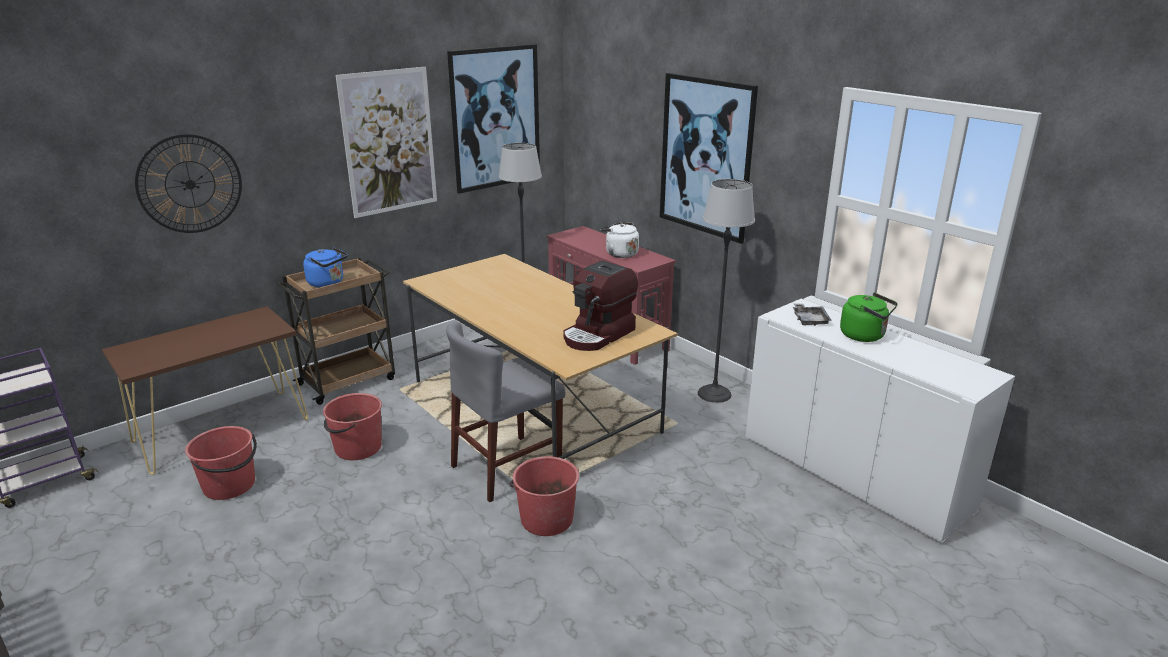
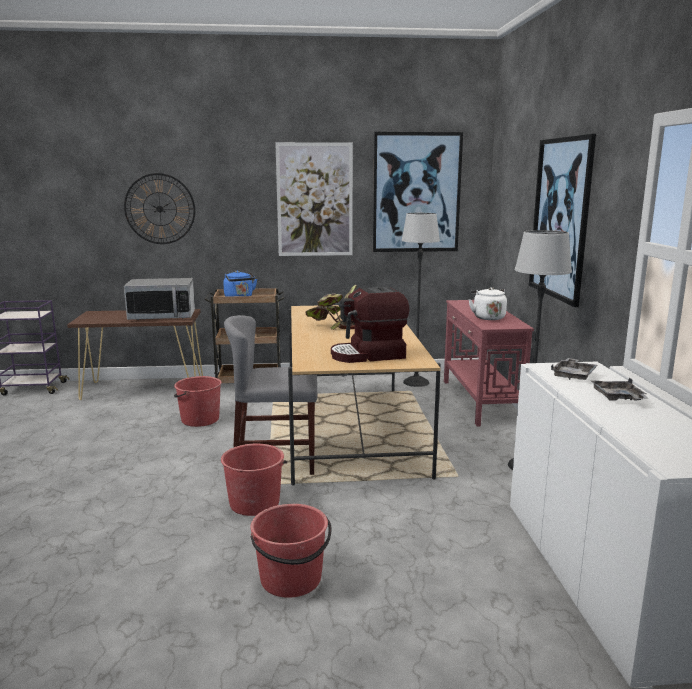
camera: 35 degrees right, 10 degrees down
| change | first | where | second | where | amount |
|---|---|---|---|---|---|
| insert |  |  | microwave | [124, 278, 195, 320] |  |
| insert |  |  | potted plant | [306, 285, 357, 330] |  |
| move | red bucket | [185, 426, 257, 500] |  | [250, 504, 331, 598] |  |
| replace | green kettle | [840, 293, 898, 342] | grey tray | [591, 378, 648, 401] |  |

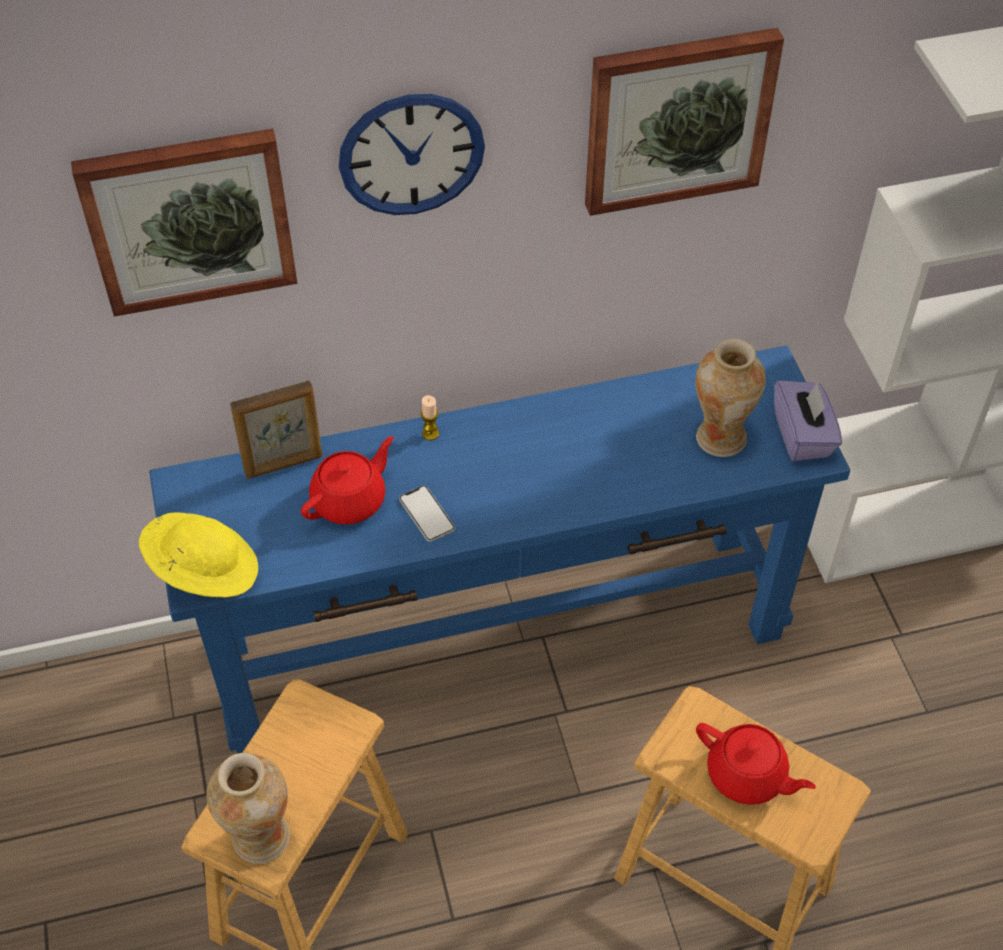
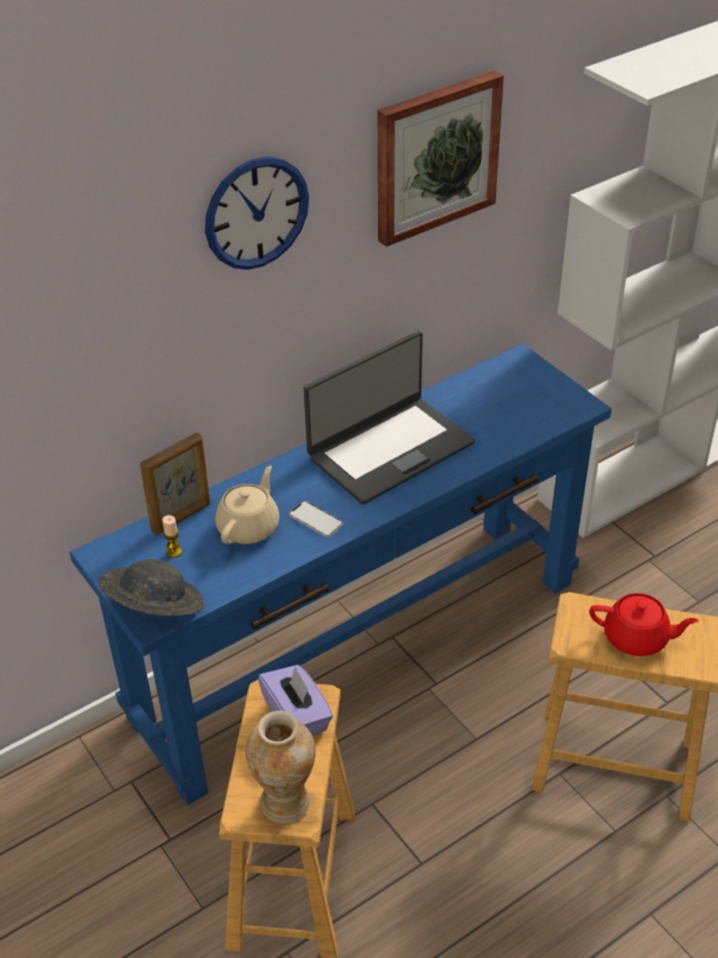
camera: 20 degrees left, 10 degrees down
| change | first | where | second | where | amount |
|---|---|---|---|---|---|
| delete | picture | [71, 129, 298, 317] |  |  |  |
| delete | vase | [695, 339, 766, 457] |  |  |  |
| insert |  |  | laptop | [304, 331, 475, 505] |  |
| move | candle | [421, 395, 439, 440] |  | [163, 515, 182, 558] |  |
| move | purple tissue box | [774, 381, 842, 461] |  | [258, 665, 333, 736] |  |
| recolor | yellow hat | [139, 513, 258, 598] | grey hat | [99, 559, 204, 616] |  |
| recolor | red teapot | [301, 436, 394, 524] | beige teapot | [215, 466, 280, 544] |  |

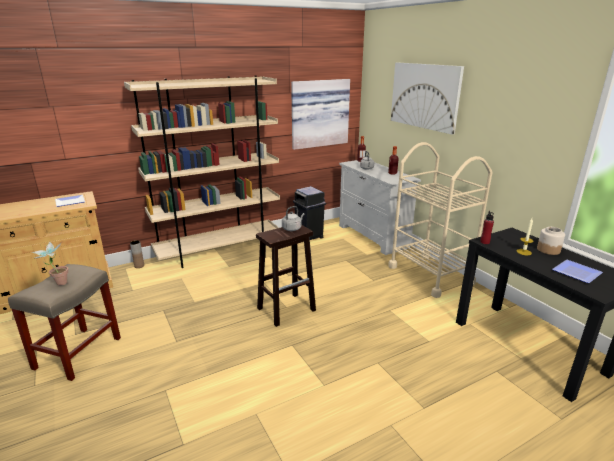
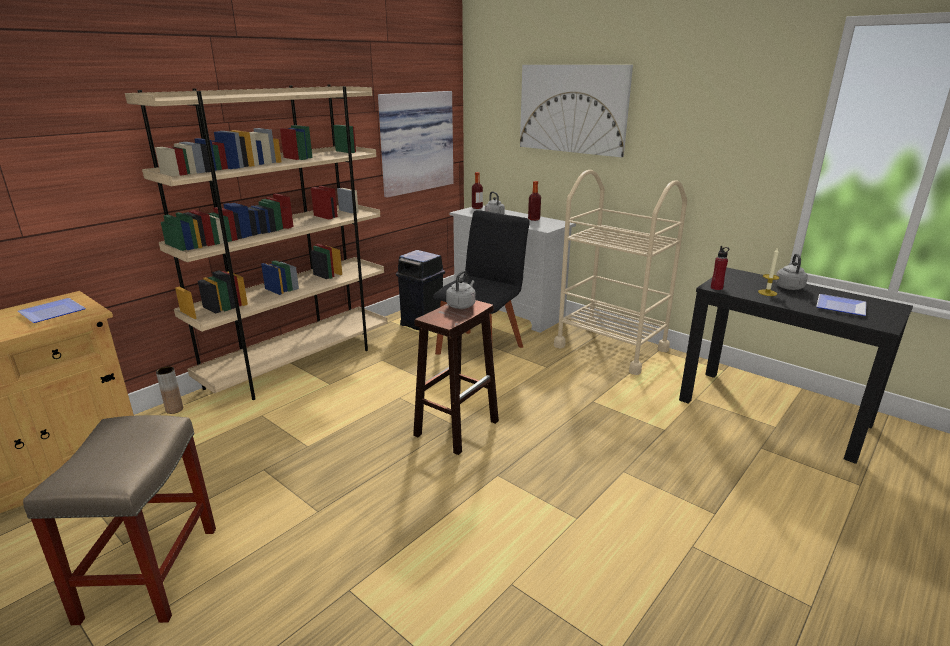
camera: 20 degrees left, 0 degrees up
| change | first | where | second | where | amount |
|---|---|---|---|---|---|
| delete | potted plant | [32, 242, 68, 286] |  |  |  |
| insert |  |  | black chair | [433, 210, 530, 355] |  |
| replace | jar | [537, 227, 565, 255] | grey kettle | [775, 254, 808, 290] |  |

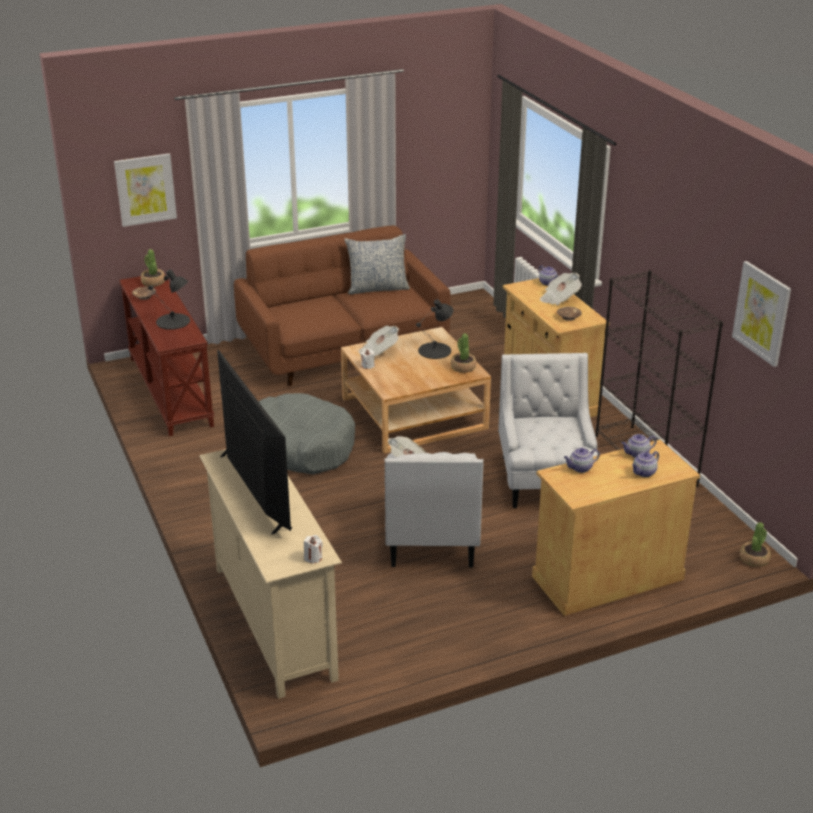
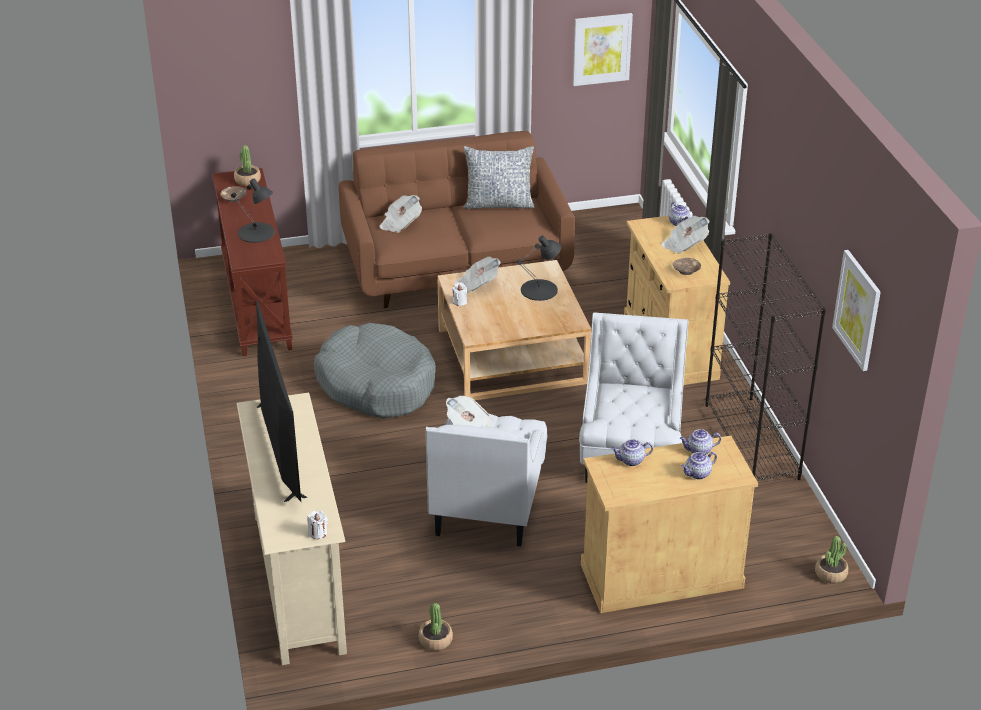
camera: 10 degrees right, 5 degrees up
| change | first | where | second | where | amount |
|---|---|---|---|---|---|
| insert |  |  | newspaper | [379, 195, 422, 233] |  |
| move | picture | [114, 153, 177, 227] |  | [573, 13, 633, 86] |  |
| move | potted plant | [451, 333, 476, 373] |  | [419, 603, 453, 651] |  |

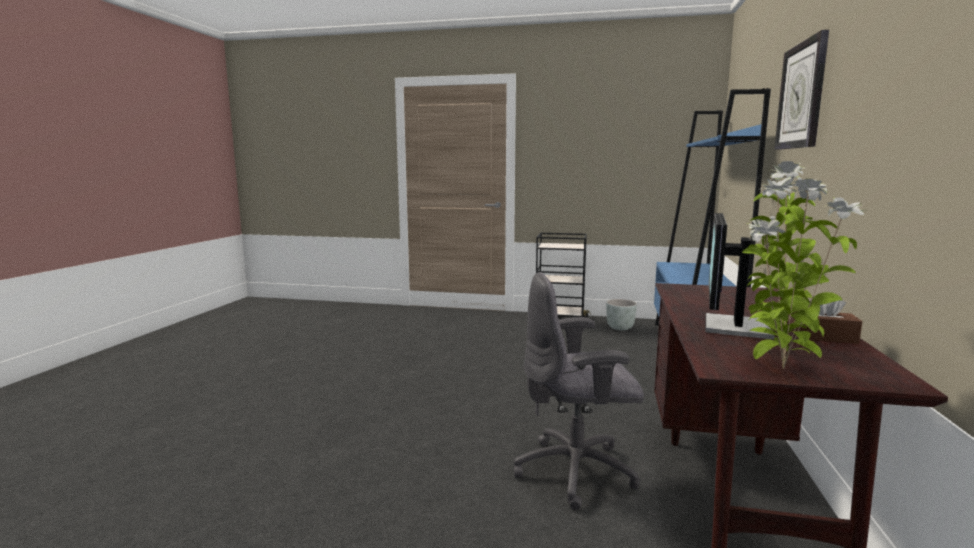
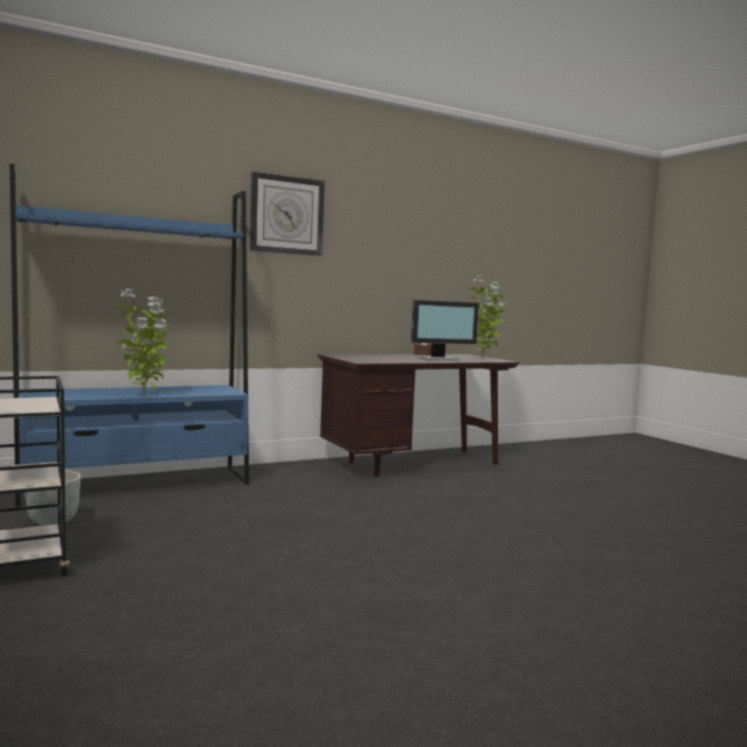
camera: 130 degrees left, 5 degrees down
| change | first | where | second | where | amount |
|---|---|---|---|---|---|
| delete | grey office chair | [514, 272, 644, 510] |  |  |  |
| insert |  |  | potted plant | [113, 288, 170, 394] |  |

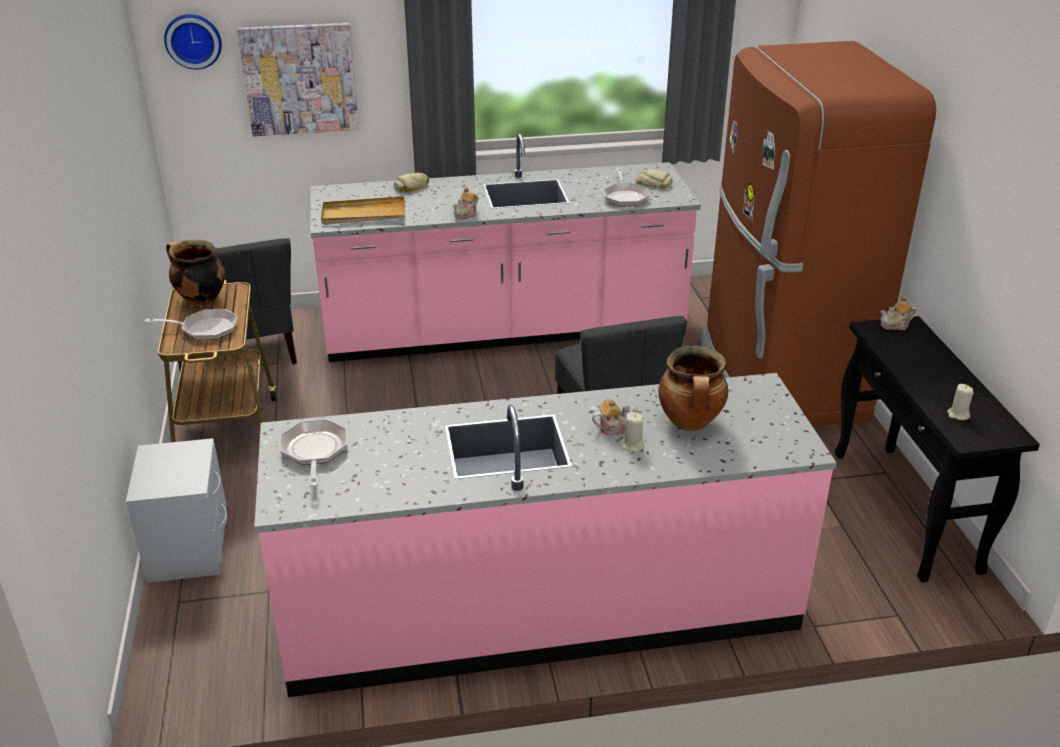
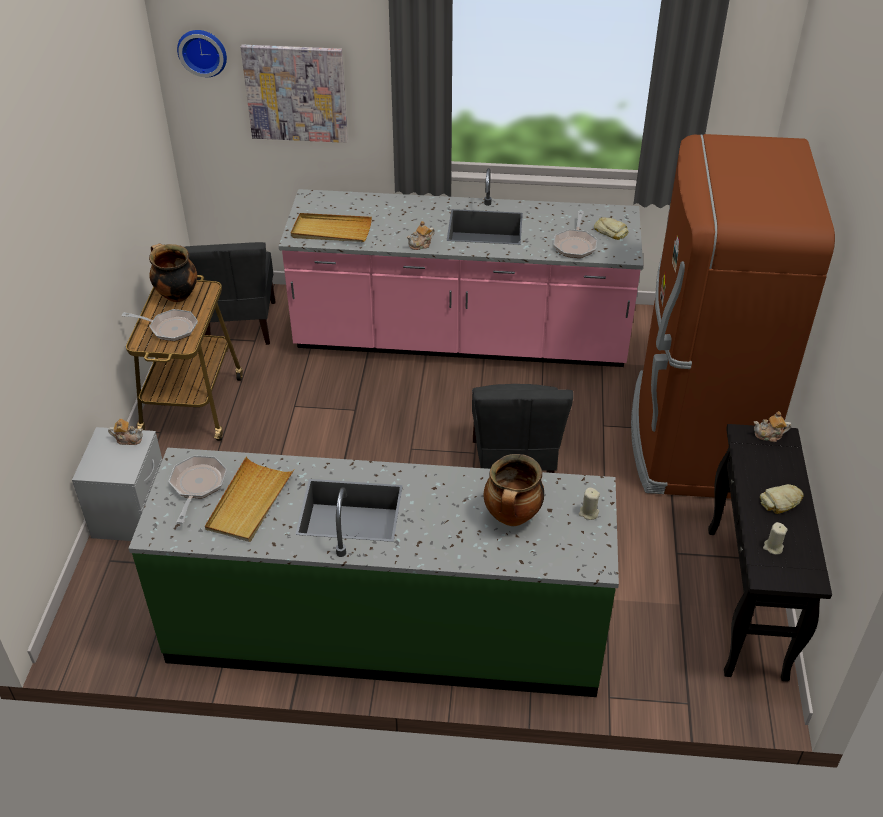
camera: 15 degrees right, 10 degrees up
| change | first | where | second | where | amount |
|---|---|---|---|---|---|
| insert |  |  | beige tray | [205, 456, 295, 542] |  |
| move | bread | [394, 173, 429, 193] |  | [760, 484, 803, 514] |  |
| move | teapot | [592, 399, 640, 435] |  | [108, 419, 143, 445] |  |
| move | beige candle | [621, 412, 644, 452] |  | [579, 487, 600, 520] |  |
| recolor | pink counter | [254, 373, 837, 697] | green counter | [128, 448, 619, 697] |  |

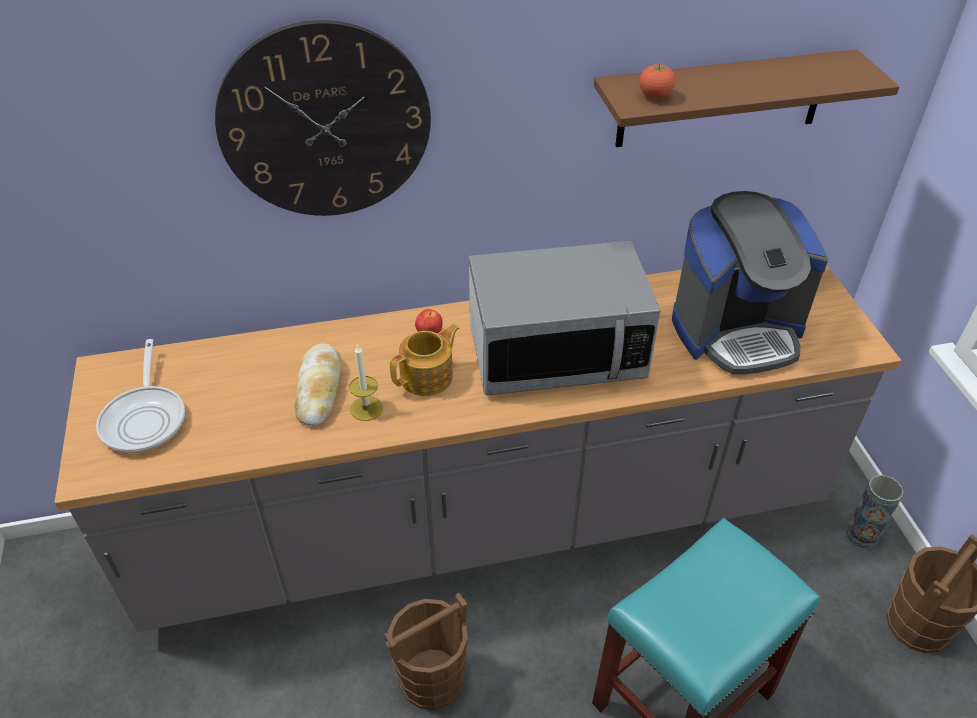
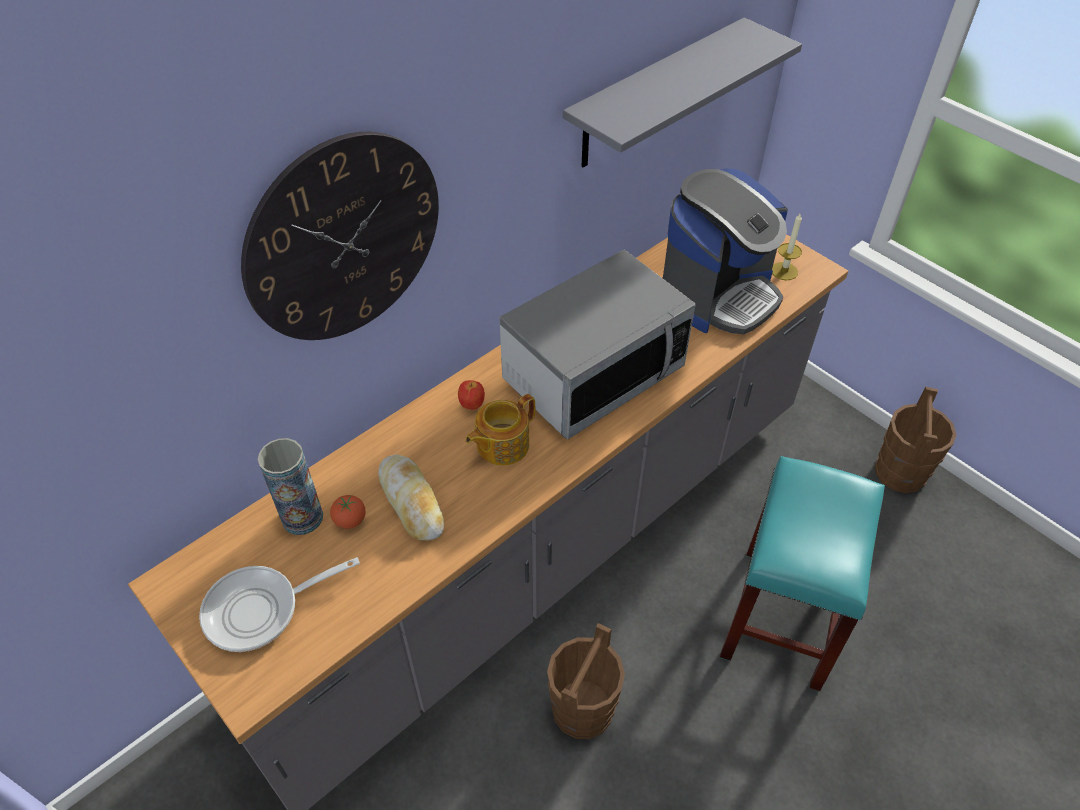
camera: 30 degrees left, 5 degrees up
| change | first | where | second | where | amount |
|---|---|---|---|---|---|
| move | candle | [349, 344, 383, 421] |  | [772, 212, 802, 280] |  |
| move | tomato | [639, 63, 676, 99] |  | [330, 495, 366, 529] |  |
| move | vase | [846, 475, 904, 548] |  | [258, 438, 323, 535] |  |
| recolor | brown shelf | [594, 49, 899, 147] | grey shelf | [563, 17, 802, 168] |  |
| rotate | frying pan | [96, 339, 185, 453] |  | [199, 557, 360, 652] | 105 degrees clockwise |
| rotate | teapot | [390, 324, 460, 396] |  | [466, 394, 535, 466] | 150 degrees counterclockwise |

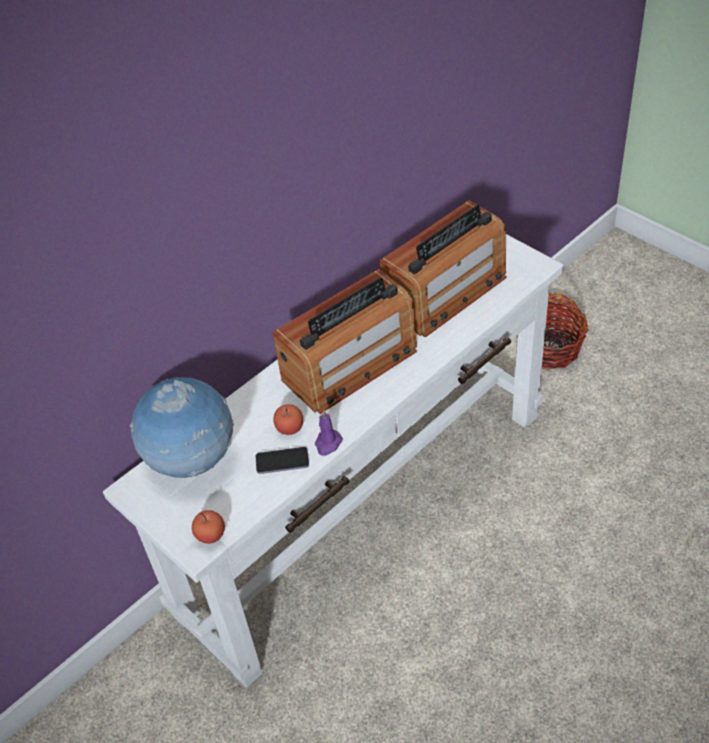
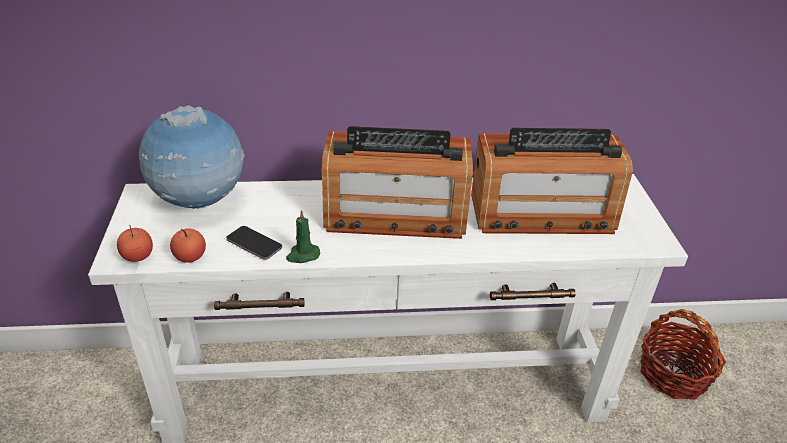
camera: 35 degrees right, 10 degrees down
| change | first | where | second | where | amount |
|---|---|---|---|---|---|
| move | apple | [273, 404, 303, 435] |  | [170, 229, 206, 263] |  |
| recolor | purple candle | [315, 410, 343, 456] | green candle | [286, 210, 320, 263] |  |

